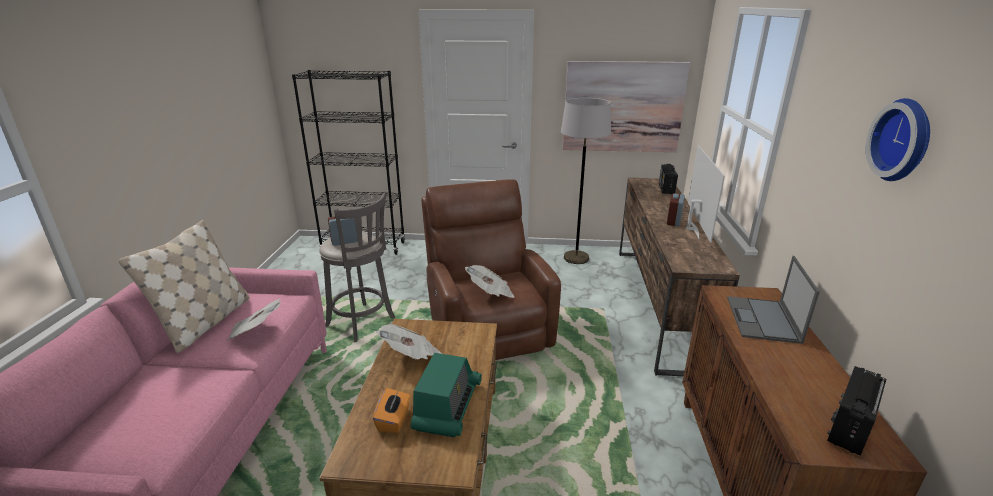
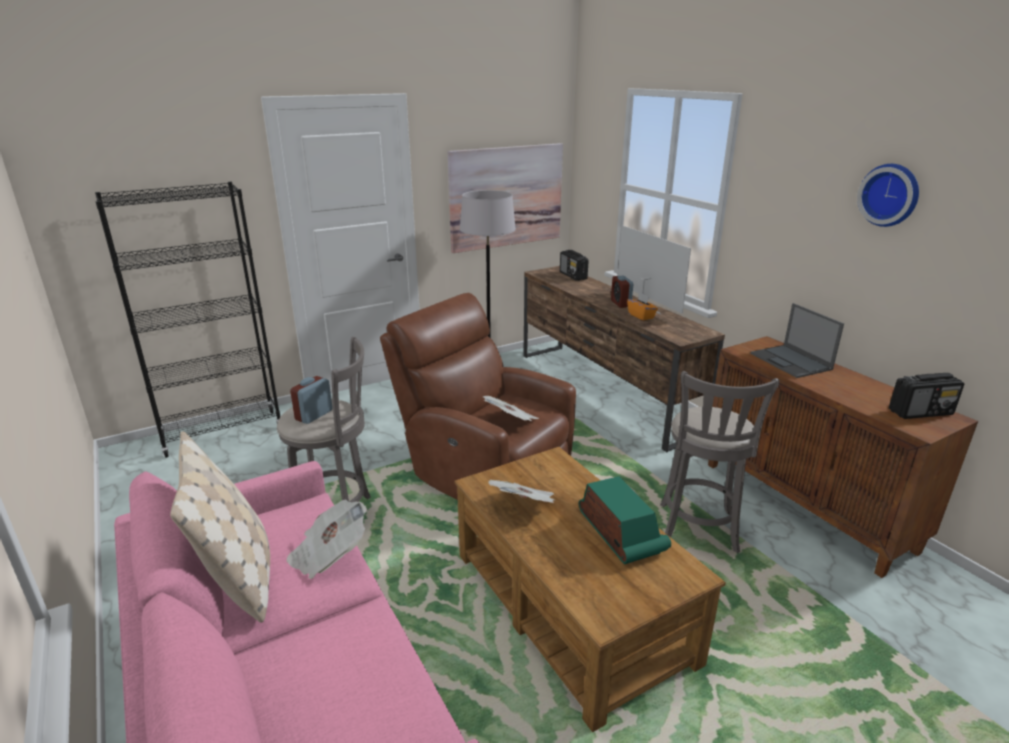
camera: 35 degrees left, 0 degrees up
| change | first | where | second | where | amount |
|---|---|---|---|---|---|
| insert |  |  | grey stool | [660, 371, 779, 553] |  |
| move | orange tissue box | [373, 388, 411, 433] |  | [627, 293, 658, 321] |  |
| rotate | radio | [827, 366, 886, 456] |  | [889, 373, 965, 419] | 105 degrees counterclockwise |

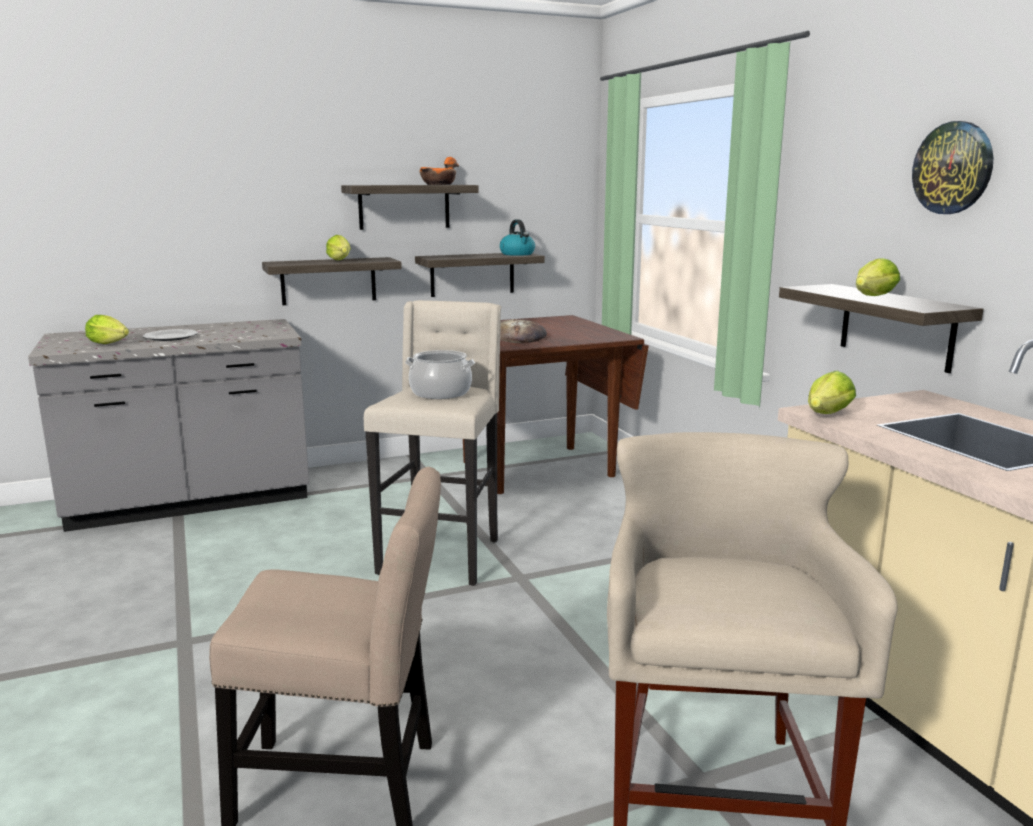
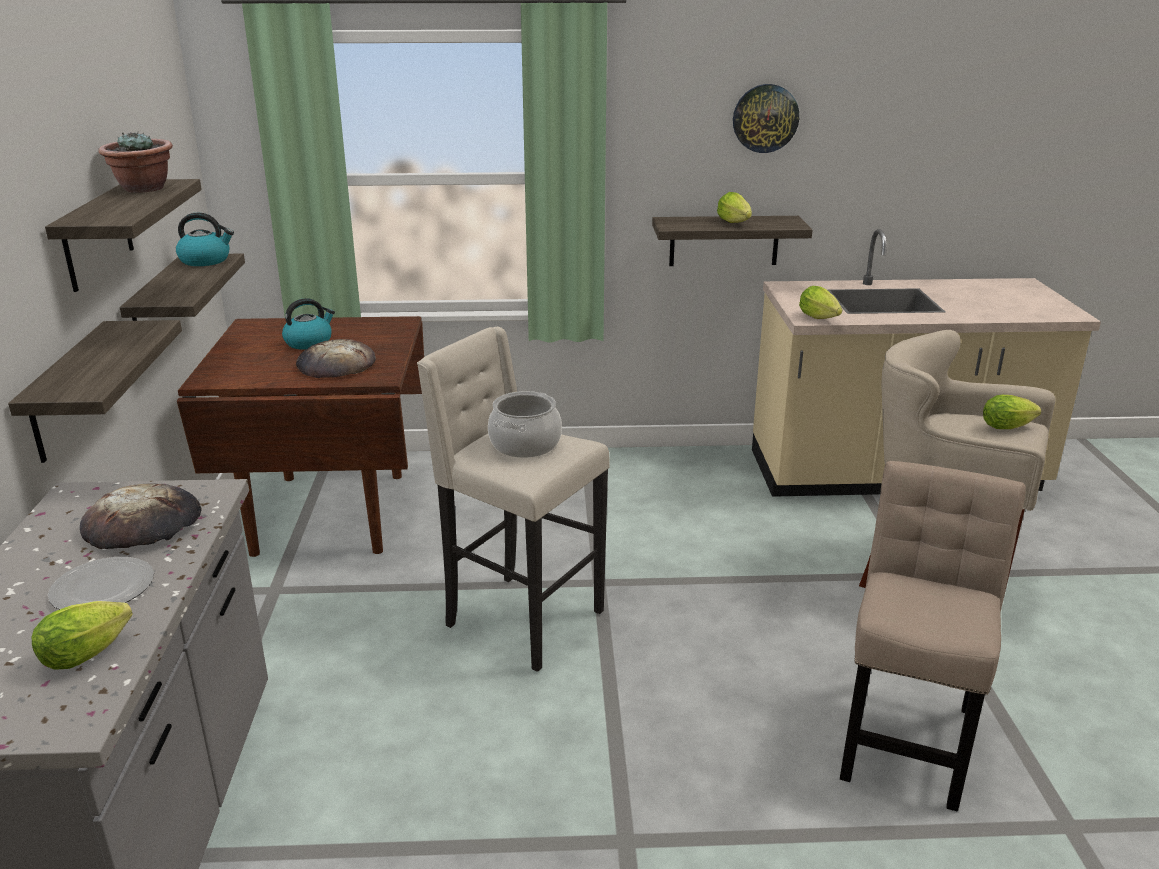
camera: 70 degrees left, 10 degrees up
| change | first | where | second | where | amount |
|---|---|---|---|---|---|
| insert |  |  | bread | [80, 483, 202, 549] |  |
| insert |  |  | kettle | [282, 298, 335, 350] |  |
| move | lettuce | [326, 235, 351, 260] |  | [983, 395, 1041, 429] |  |
| replace | orange bowl | [420, 157, 459, 185] | potted plant | [98, 132, 173, 193] |  |

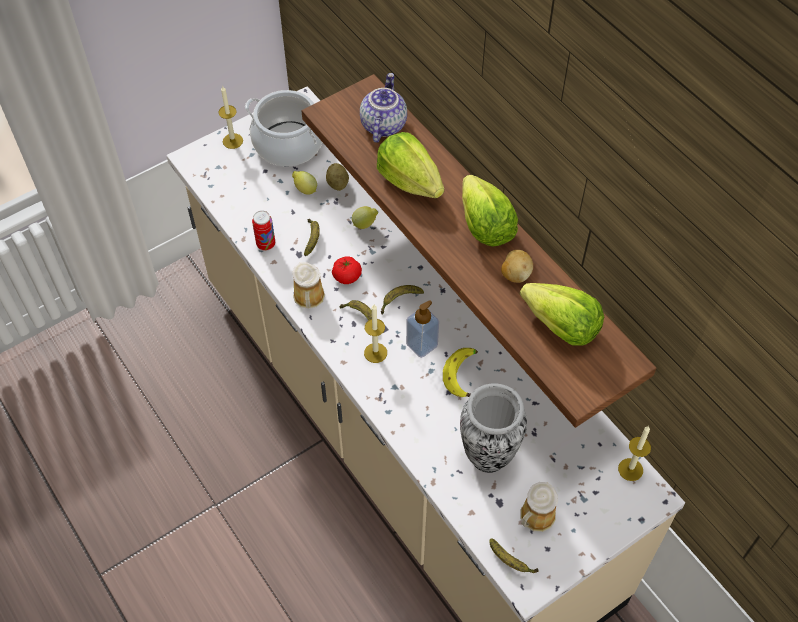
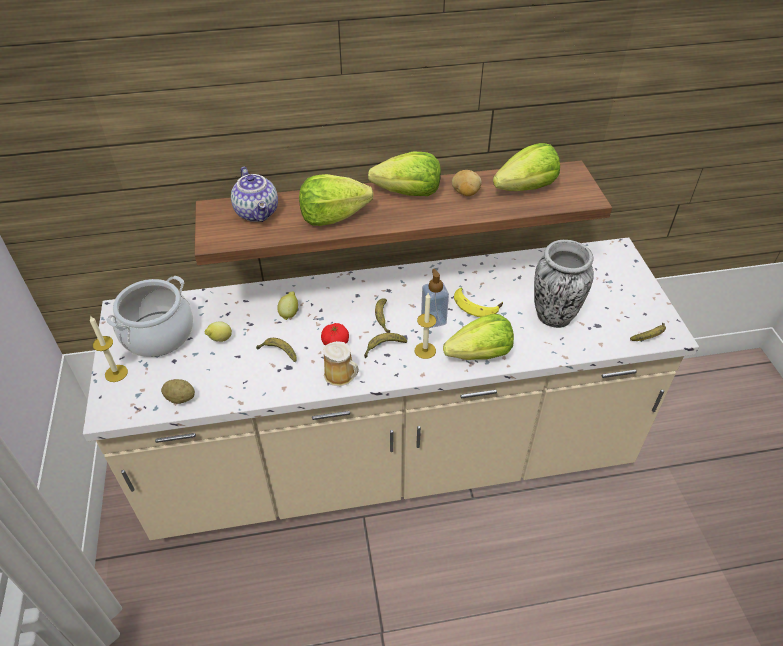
camera: 65 degrees left, 10 degrees down
| change | first | where | second | where | amount |
|---|---|---|---|---|---|
| delete | can | [252, 211, 275, 251] |  |  |  |
| delete | mug | [520, 482, 558, 532] |  |  |  |
| delete | candle | [618, 426, 651, 481] |  |  |  |
| insert |  |  | lettuce | [443, 314, 514, 360] |  |
| move | potato | [326, 163, 349, 191] |  | [161, 379, 195, 404] |  |
| rotate | teapot | [360, 73, 407, 143] |  | [231, 167, 278, 222] | 150 degrees counterclockwise |

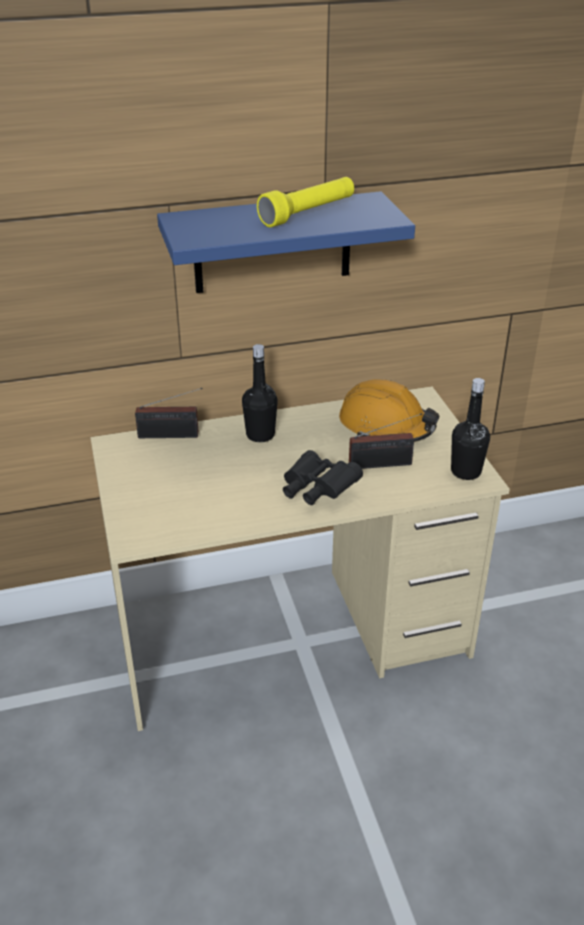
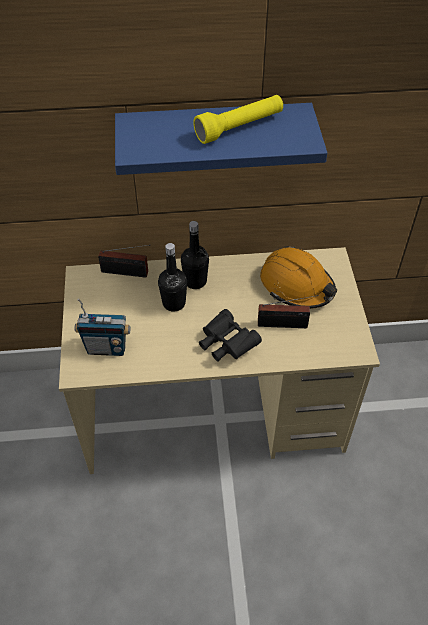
camera: 10 degrees right, 15 degrees up
| change | first | where | second | where | amount |
|---|---|---|---|---|---|
| insert |  |  | radio | [74, 298, 131, 356] |  |
| move | black bottle | [451, 378, 490, 480] |  | [158, 243, 187, 311] |  |

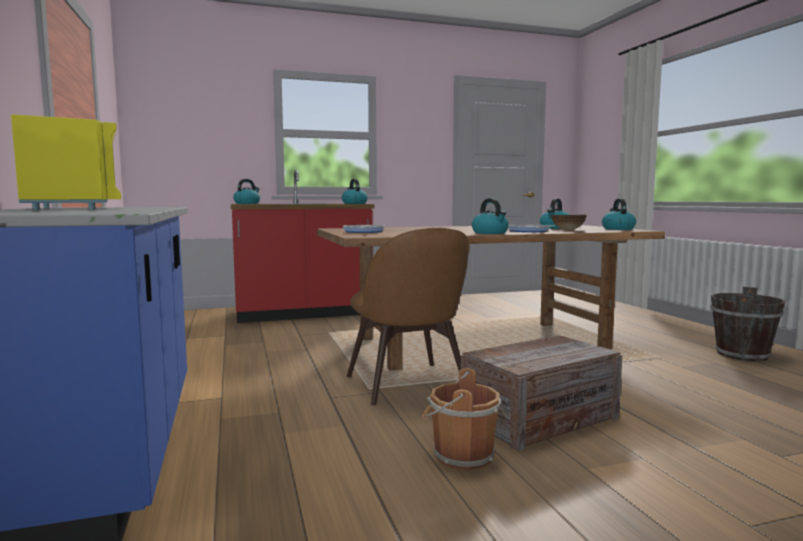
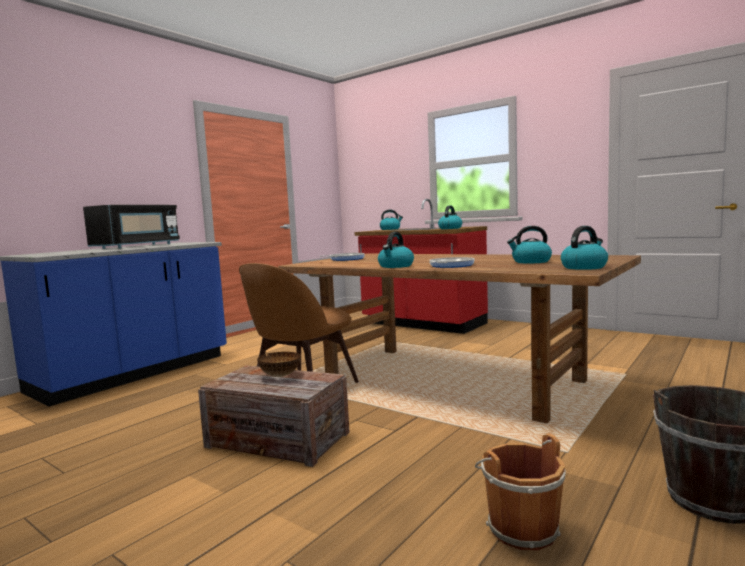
camera: 55 degrees right, 0 degrees up
| change | first | where | second | where | amount |
|---|---|---|---|---|---|
| move | brown bucket | [422, 368, 501, 470] |  | [475, 434, 566, 550] |  |
| move | bowl | [551, 215, 586, 230] |  | [257, 352, 301, 377] |  |
| recolor | yellow microwave | [11, 114, 121, 210] | black microwave | [83, 205, 180, 249] |  |

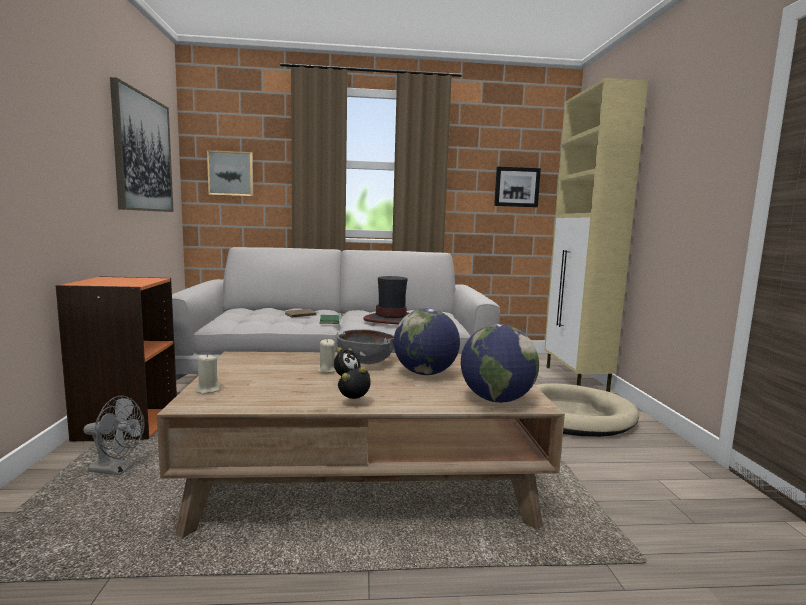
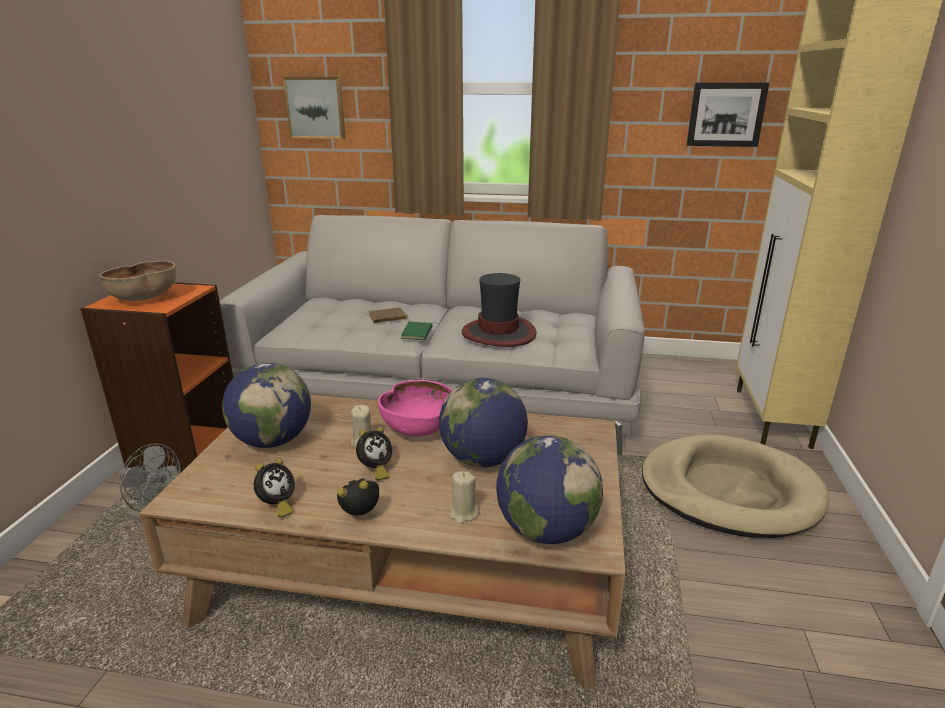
camera: 15 degrees right, 15 degrees up
| change | first | where | second | where | amount |
|---|---|---|---|---|---|
| delete | picture | [110, 77, 173, 212] |  |  |  |
| insert |  |  | brown bowl | [99, 261, 177, 301] |  |
| insert |  |  | globe | [222, 363, 311, 448] |  |
| insert |  |  | alarm clock | [254, 459, 295, 518] |  |
| move | beige candle | [196, 354, 221, 395] |  | [450, 471, 480, 524] |  |
| recolor | grey bowl | [337, 329, 394, 364] | pink bowl | [378, 380, 452, 437] |  |

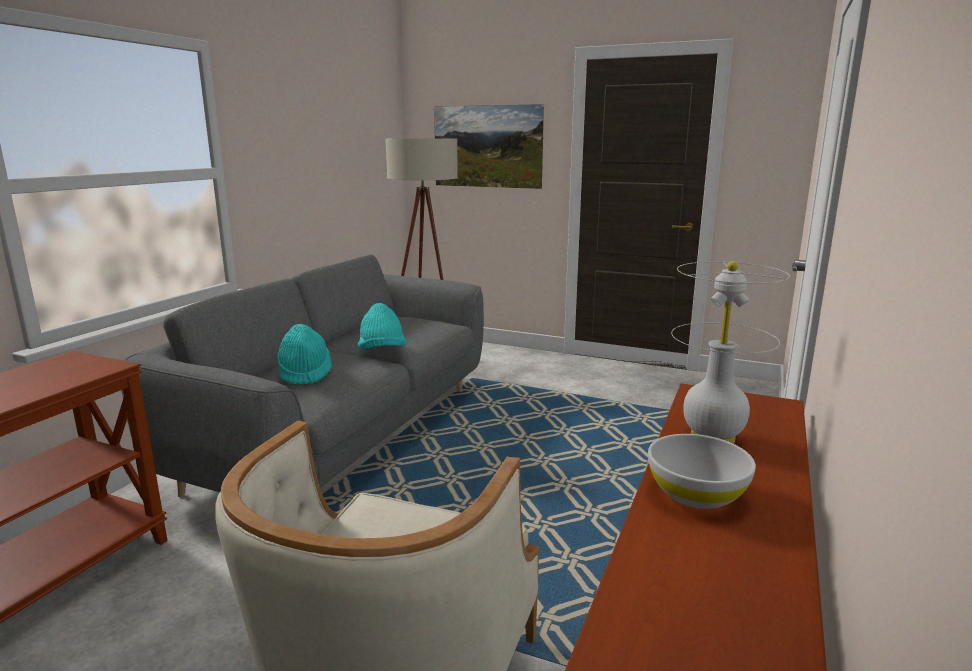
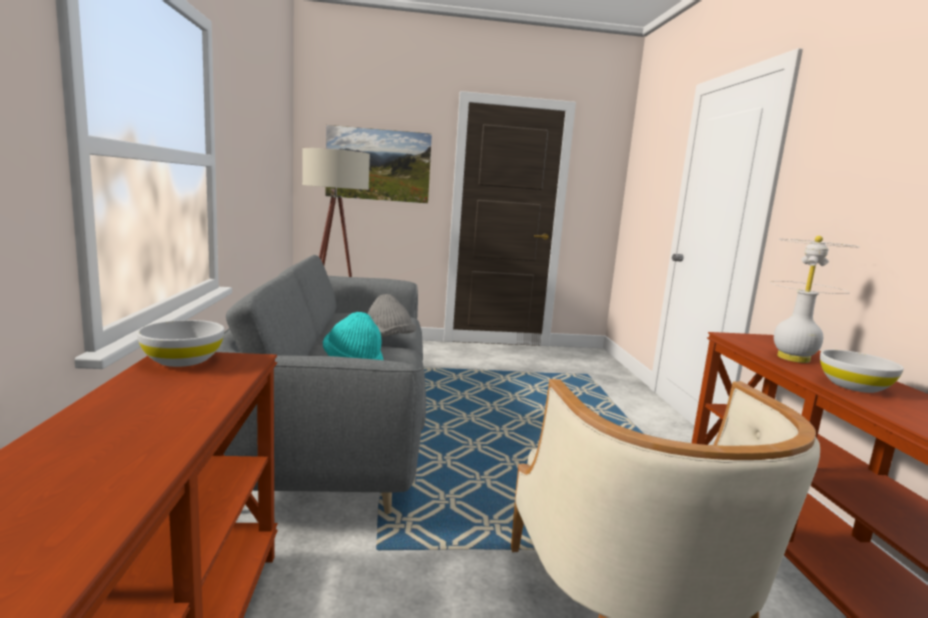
camera: 30 degrees left, 5 degrees down
| change | first | where | second | where | amount |
|---|---|---|---|---|---|
| insert |  |  | white bowl | [137, 320, 224, 367] |  |
| recolor | turquoise hat | [358, 303, 407, 349] | grey hat | [368, 294, 417, 337] |  |

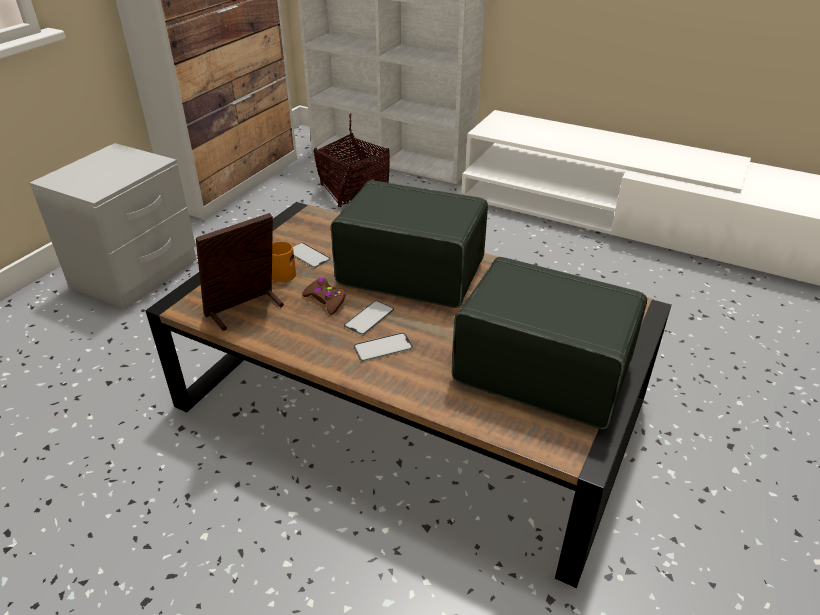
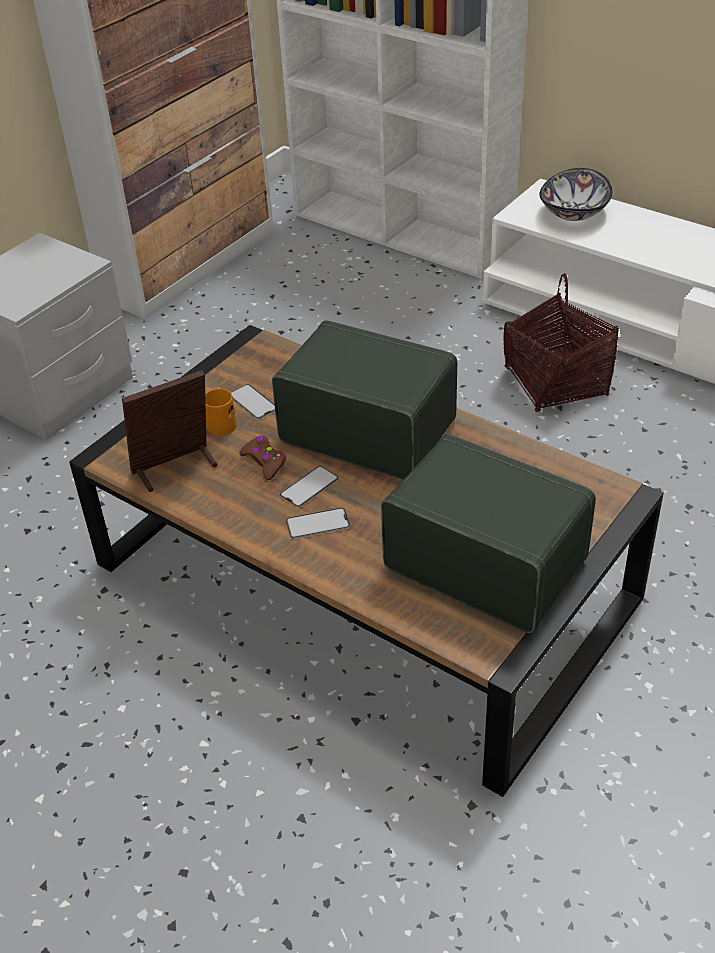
camera: 10 degrees right, 5 degrees up
| change | first | where | second | where | amount |
|---|---|---|---|---|---|
| insert |  |  | bowl | [539, 168, 613, 221] |  |
| move | basket | [314, 114, 390, 207] |  | [503, 273, 619, 412] |  |

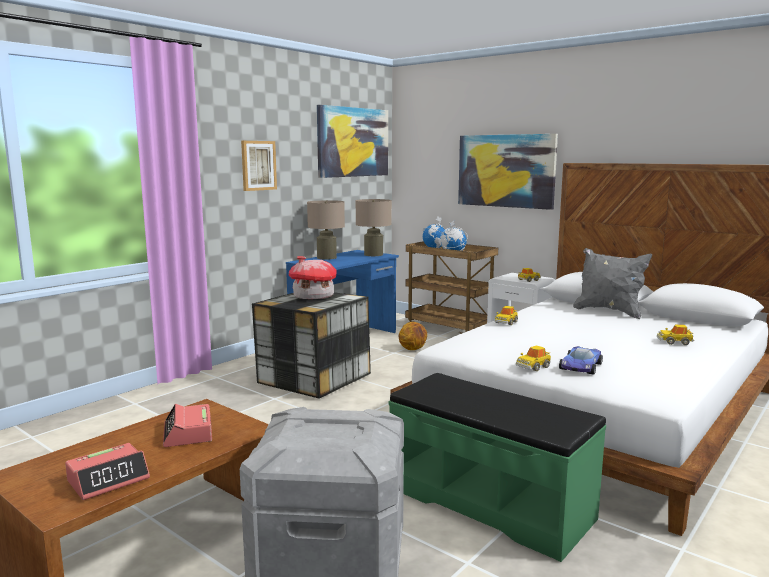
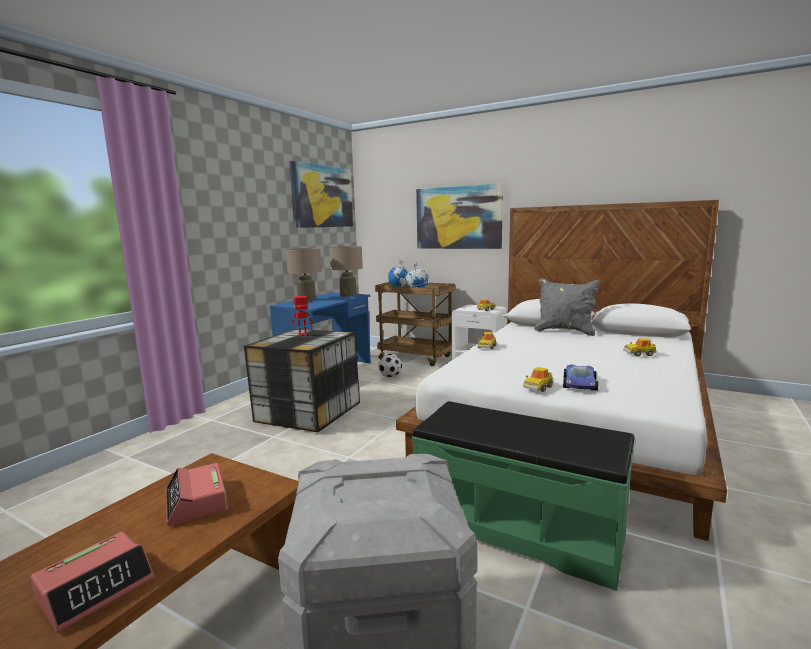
camera: 10 degrees left, 0 degrees up
| change | first | where | second | where | amount |
|---|---|---|---|---|---|
| delete | picture | [241, 141, 277, 191] |  |  |  |
| replace | toy house | [289, 256, 337, 299] | toy robot | [291, 296, 312, 336] |  |
| replace | basketball | [399, 322, 427, 350] | football | [378, 354, 402, 377] |  |

